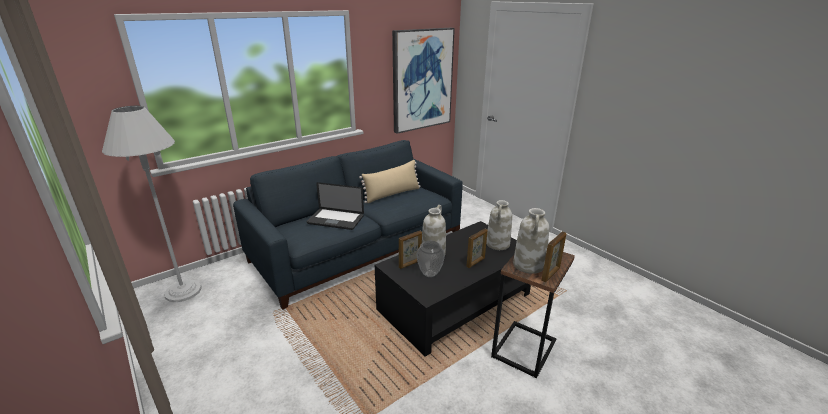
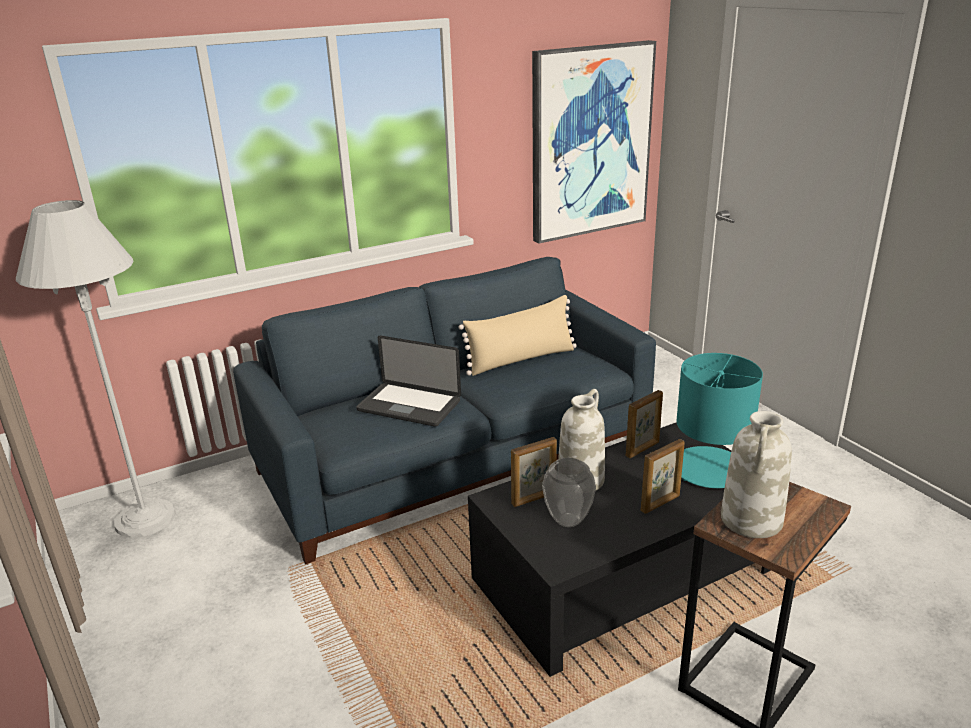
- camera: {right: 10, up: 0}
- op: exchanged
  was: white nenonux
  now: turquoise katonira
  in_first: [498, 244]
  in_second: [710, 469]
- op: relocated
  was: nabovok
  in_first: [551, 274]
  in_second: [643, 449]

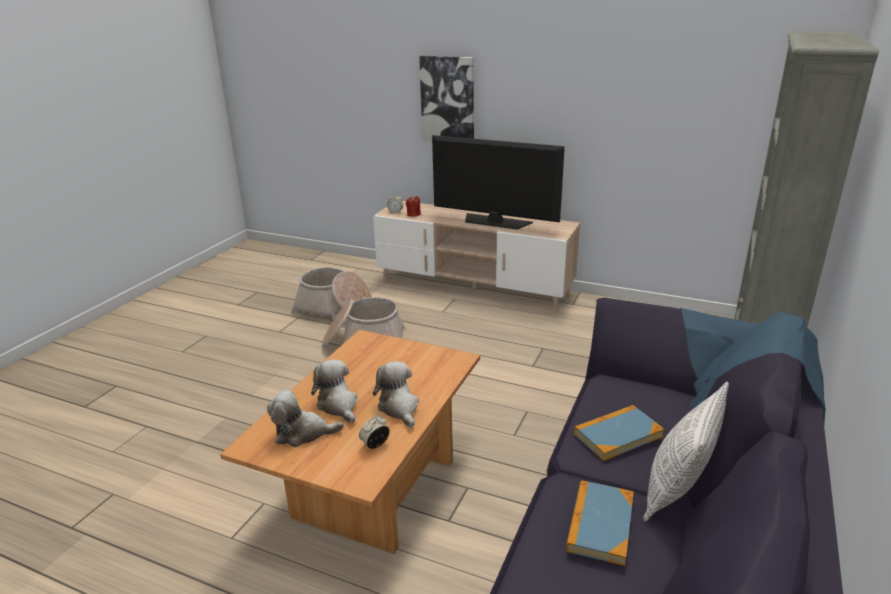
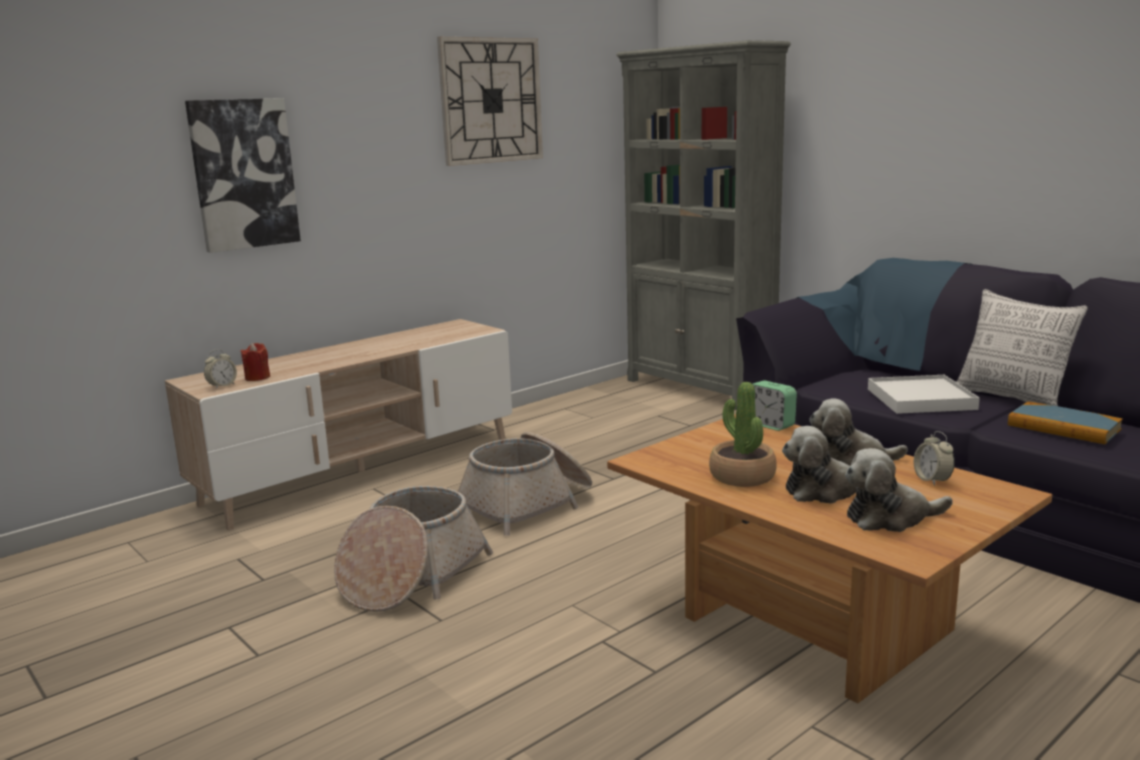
- camera: {right: -65, up: -10}
- op: missing
  was: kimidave
  in_first: [495, 222]
- op: relocated
  was: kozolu
  in_first: [335, 309]
  in_second: [528, 504]
- op: spun
  was: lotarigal
  in_first: [302, 433]
  in_second: [890, 518]
  clockwise: 60
- op: exchanged
  was: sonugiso
  now: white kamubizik
  in_first: [617, 435]
  in_second: [920, 399]
- op: appeared
  now: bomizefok
  in_second: [491, 101]
- op: appeared
  now: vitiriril
  in_second: [770, 425]
- op: appeared
  now: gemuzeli
  in_second: [742, 476]

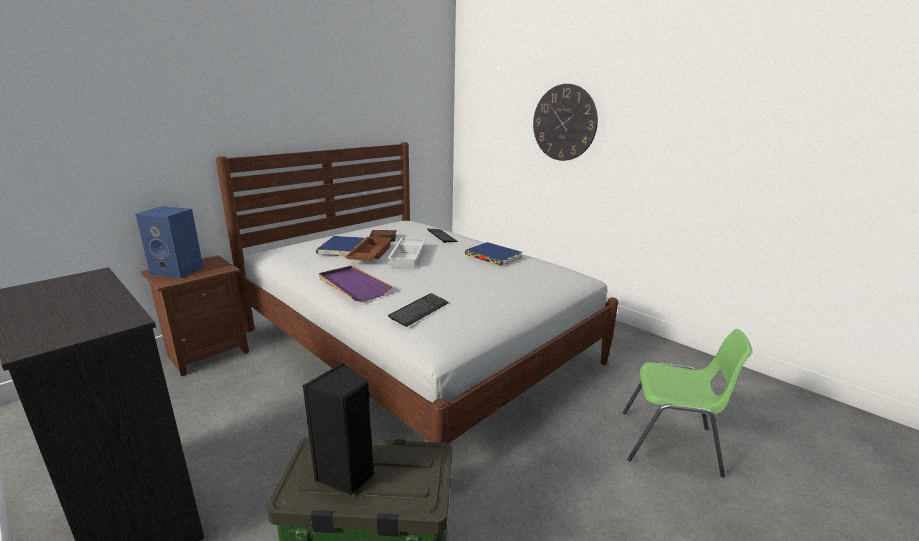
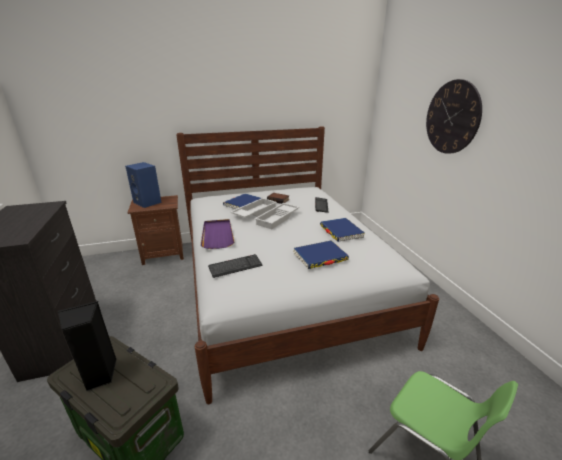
- camera: {right: 30, up: 5}
- op: colour
  was: brown kamubizik
  now: white kamubizik
  in_first: [369, 255]
  in_second: [254, 212]
- op: appeared
  now: blue sonugiso
  in_second: [320, 257]

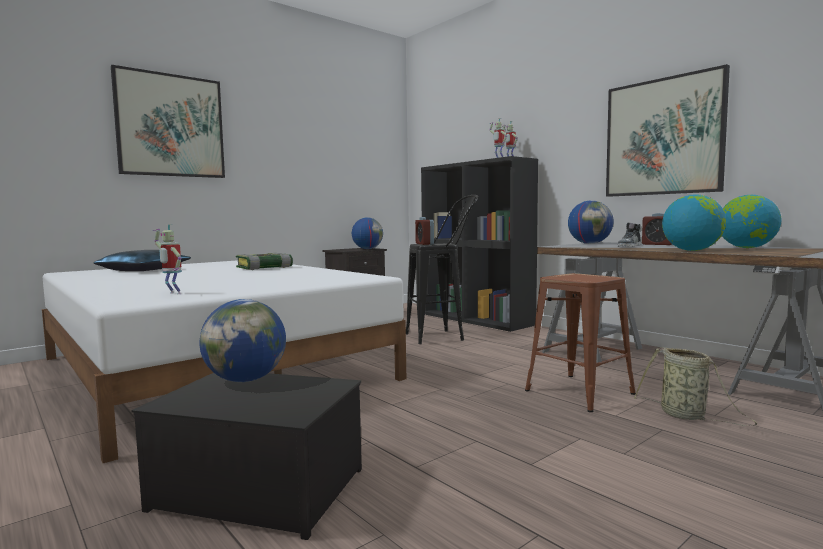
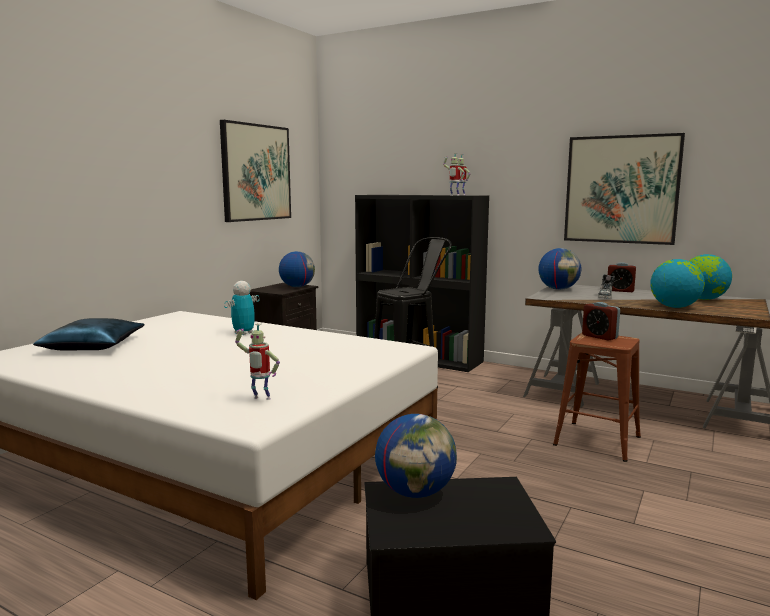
- camera: {right: -20, up: 5}
- op: relocated
  was: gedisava
  in_first: [170, 126]
  in_second: [256, 172]
- op: relocated
  was: vitiriril
  in_first: [424, 244]
  in_second: [599, 337]
- op: exchanged
  was: sonugiso
  now: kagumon
  in_first: [263, 268]
  in_second: [243, 333]
- op: missing
  was: kozolu
  in_first: [686, 416]

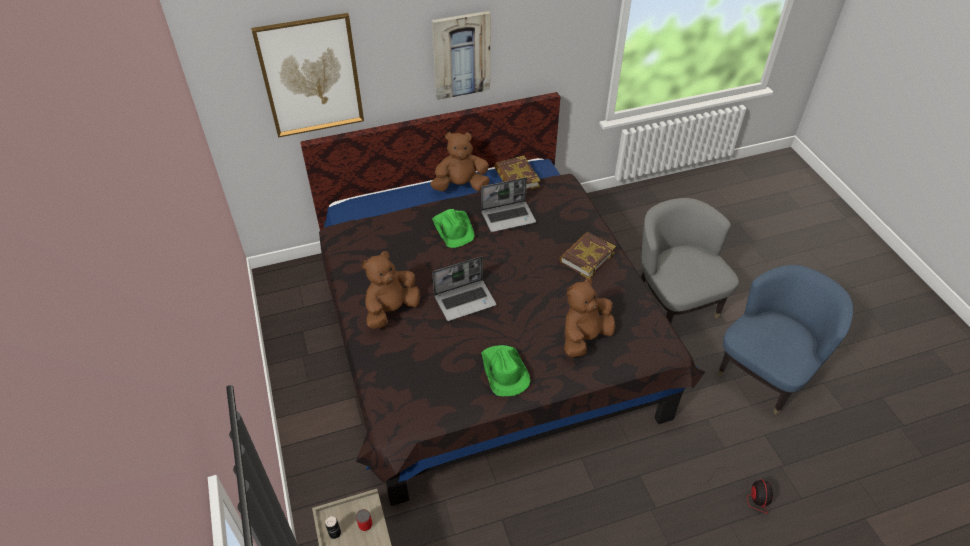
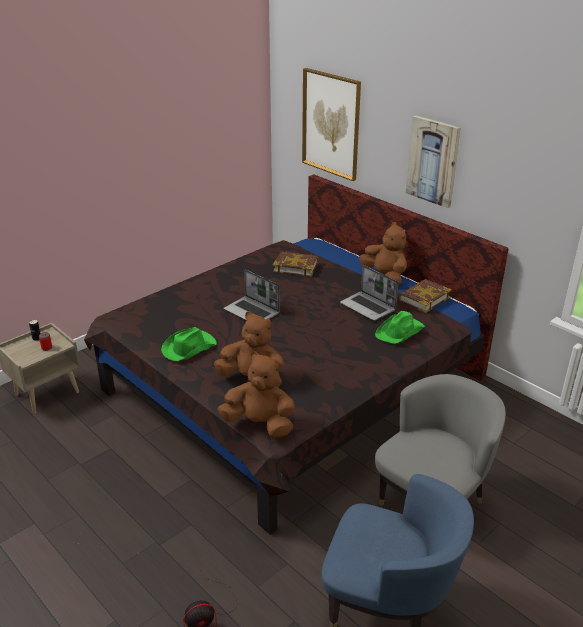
- camera: {right: 65, up: -15}
- op: relocated
  was: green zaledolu
  in_first: [453, 229]
  in_second: [400, 331]
- op: relocated
  was: sonugiso
  in_first: [586, 257]
  in_second: [296, 267]
- op: relocated
  was: brown lotarigal
  in_first: [391, 310]
  in_second: [260, 424]

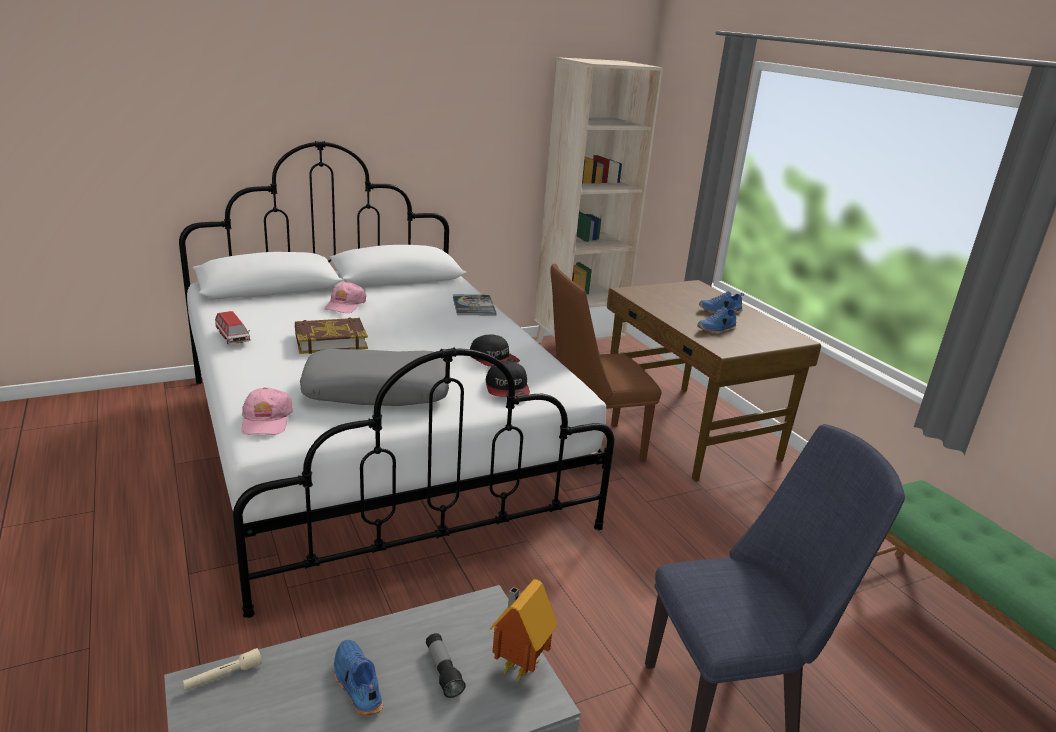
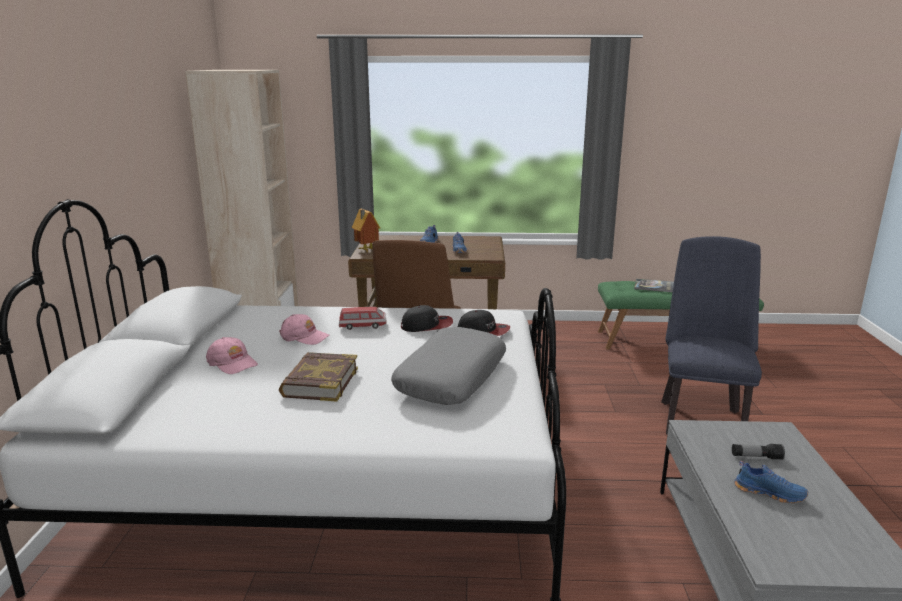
- camera: {right: -60, up: -5}
- op: relocated
  was: sonugiso
  in_first: [473, 306]
  in_second: [655, 286]
- op: relocated
  was: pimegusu
  in_first: [232, 337]
  in_second: [363, 326]
- op: relocated
  was: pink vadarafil
  in_first: [266, 420]
  in_second: [304, 336]
- op: relocated
  was: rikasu
  in_first: [517, 666]
  in_second: [366, 250]
- op: spun
  was: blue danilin
  in_first: [356, 685]
  in_second: [769, 492]
  clockwise: -150
- op: missing
  was: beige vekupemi
  in_first: [223, 676]

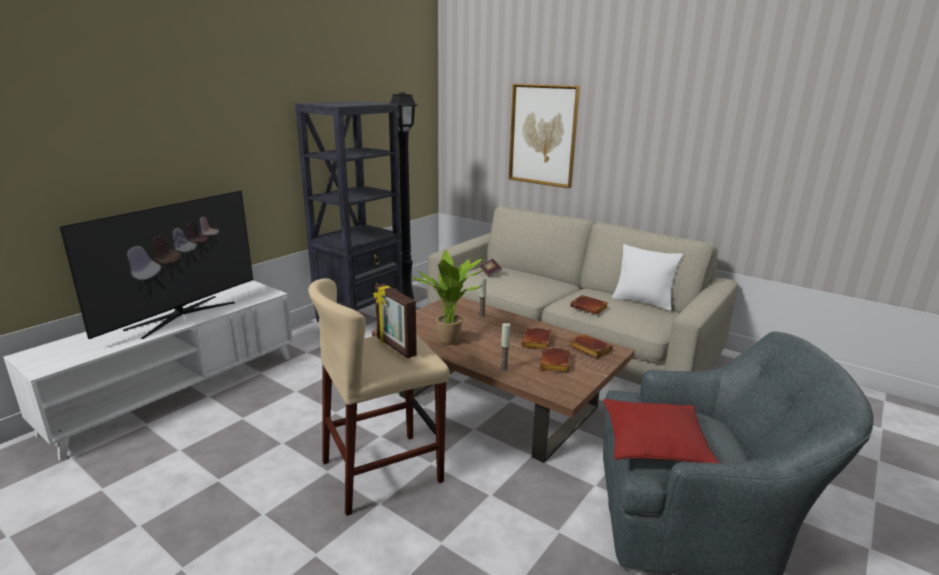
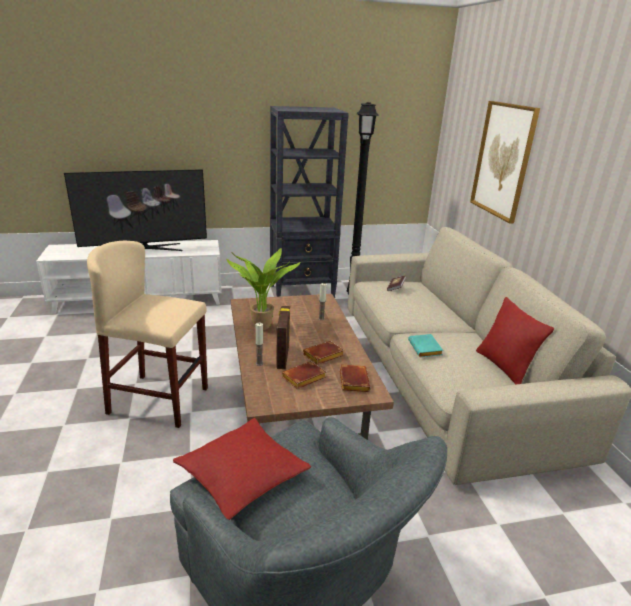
- camera: {right: 40, up: 5}
- op: colour
  was: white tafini
  now: red tafini
  in_first: [642, 302]
  in_second: [504, 367]
- op: relocated
  was: nabovok
  in_first: [395, 347]
  in_second: [282, 357]
- op: colour
  was: brown sonugiso
  now: turquoise sonugiso
  in_first: [590, 308]
  in_second: [426, 349]

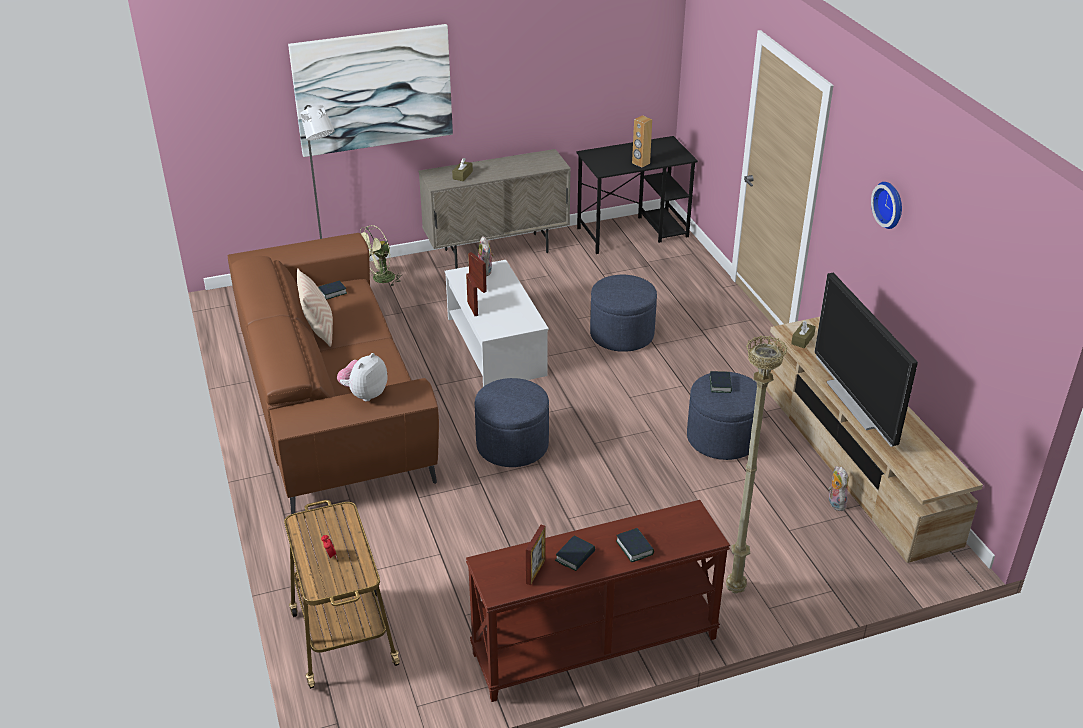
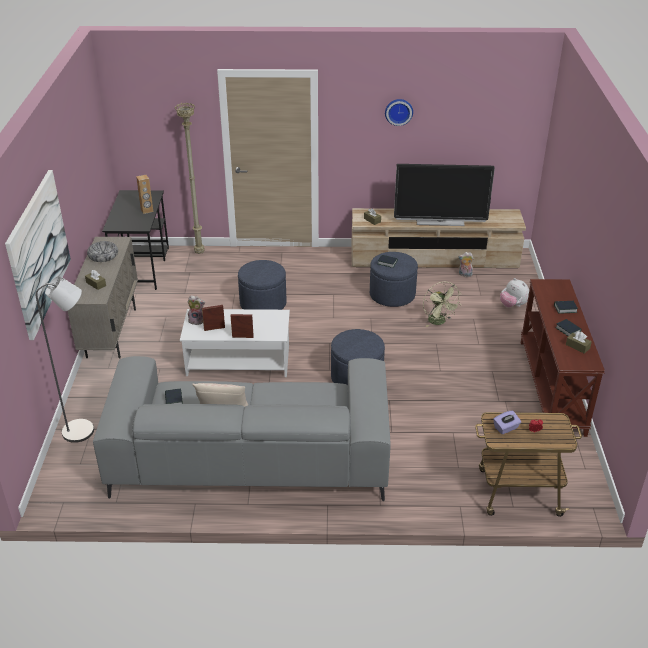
- camera: {right: -70, up: 0}
- op: relocated
  was: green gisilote
  in_first: [380, 280]
  in_second: [439, 322]
- op: colour
  was: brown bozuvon
  now: grey bozuvon
  in_first: [331, 398]
  in_second: [250, 457]
- op: relocated
  was: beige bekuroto
  in_first: [734, 590]
  in_second: [199, 253]
- op: relocated
  was: lotarigal
  in_first: [364, 394]
  in_second: [513, 305]
- op: exchanged
  was: nabovok
  now: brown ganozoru
  in_first: [535, 571]
  in_second: [577, 346]
- op: appeared
  now: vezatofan
  in_second: [103, 255]
- op: appeared
  now: purple ganozoru
  in_second: [506, 428]

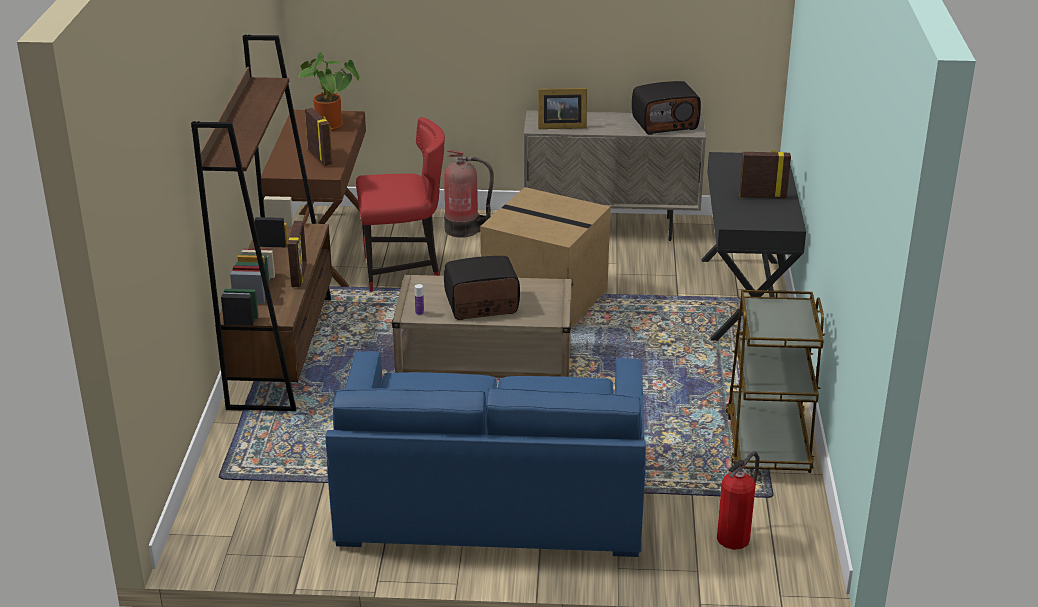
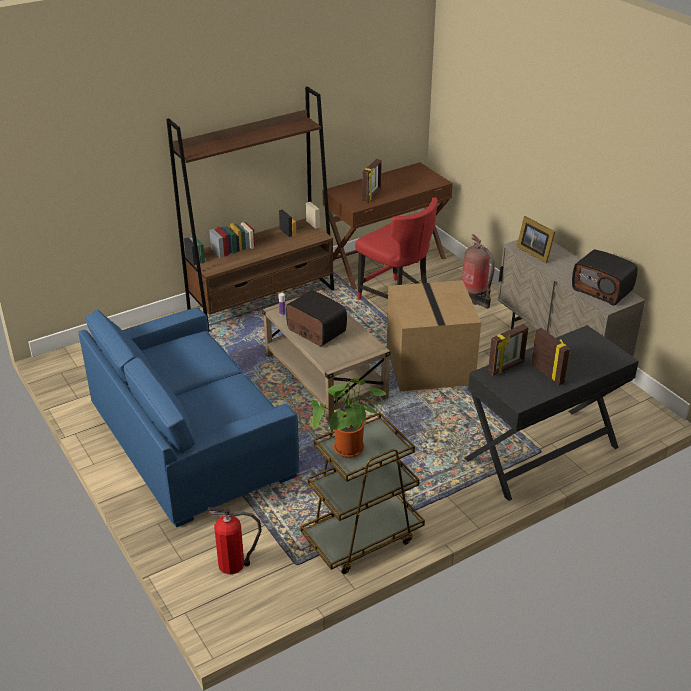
- camera: {right: 55, up: 5}
- op: relocated
  was: gemuzeli
  in_first: [332, 127]
  in_second: [349, 451]
- op: relocated
  was: nabovok
  in_first: [300, 275]
  in_second: [506, 367]

